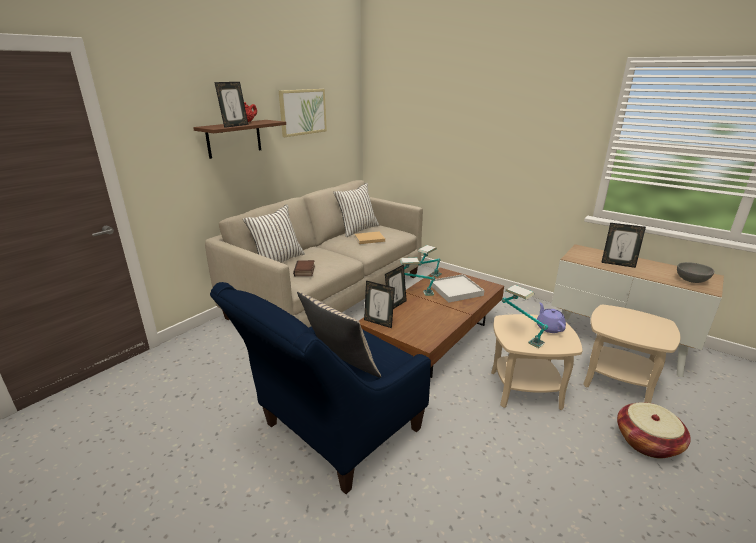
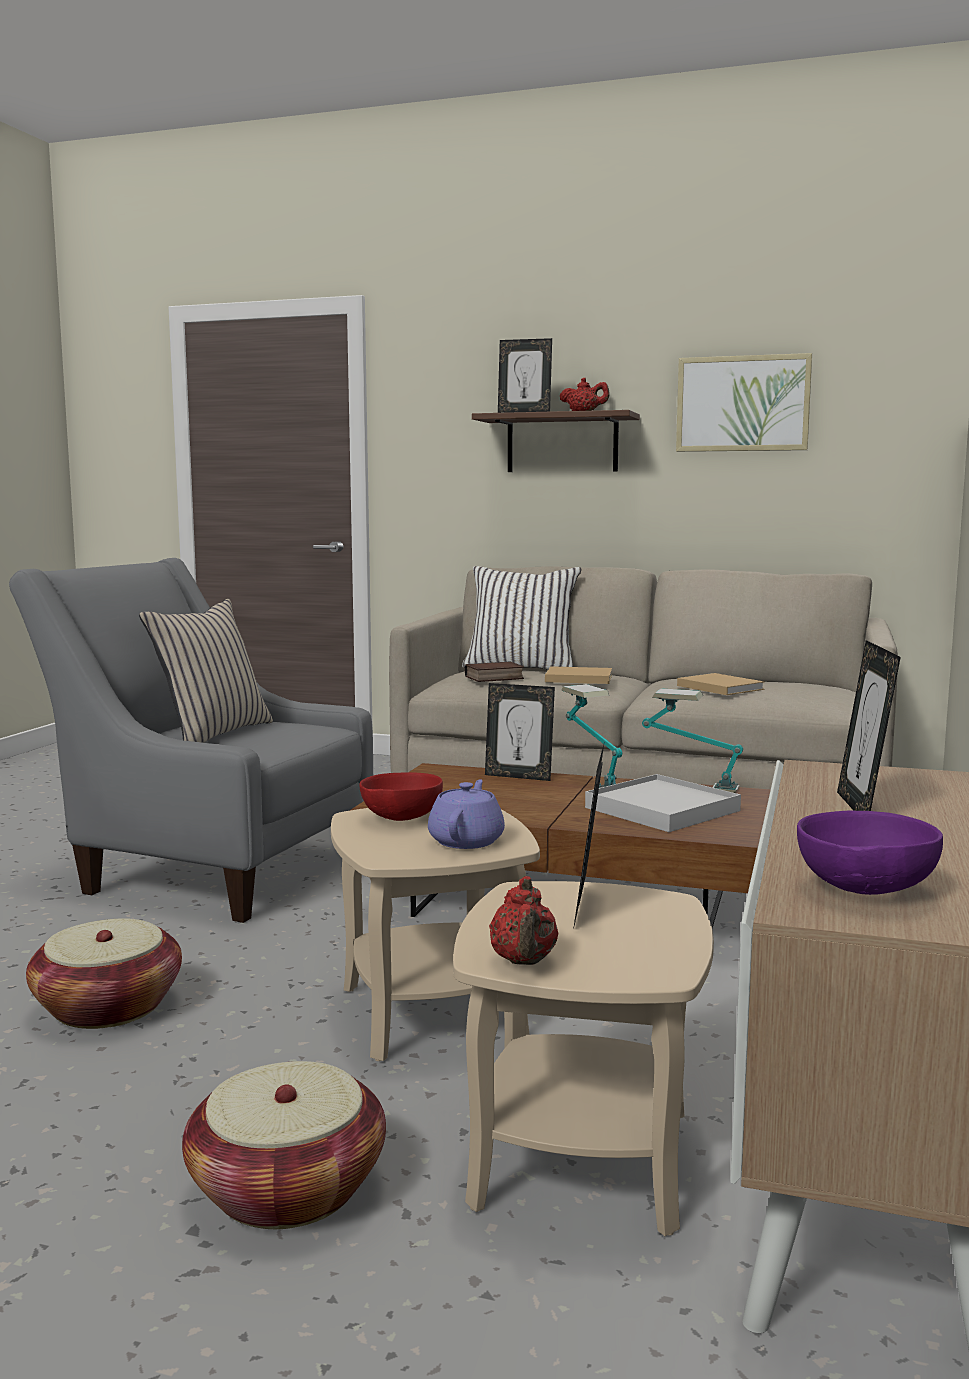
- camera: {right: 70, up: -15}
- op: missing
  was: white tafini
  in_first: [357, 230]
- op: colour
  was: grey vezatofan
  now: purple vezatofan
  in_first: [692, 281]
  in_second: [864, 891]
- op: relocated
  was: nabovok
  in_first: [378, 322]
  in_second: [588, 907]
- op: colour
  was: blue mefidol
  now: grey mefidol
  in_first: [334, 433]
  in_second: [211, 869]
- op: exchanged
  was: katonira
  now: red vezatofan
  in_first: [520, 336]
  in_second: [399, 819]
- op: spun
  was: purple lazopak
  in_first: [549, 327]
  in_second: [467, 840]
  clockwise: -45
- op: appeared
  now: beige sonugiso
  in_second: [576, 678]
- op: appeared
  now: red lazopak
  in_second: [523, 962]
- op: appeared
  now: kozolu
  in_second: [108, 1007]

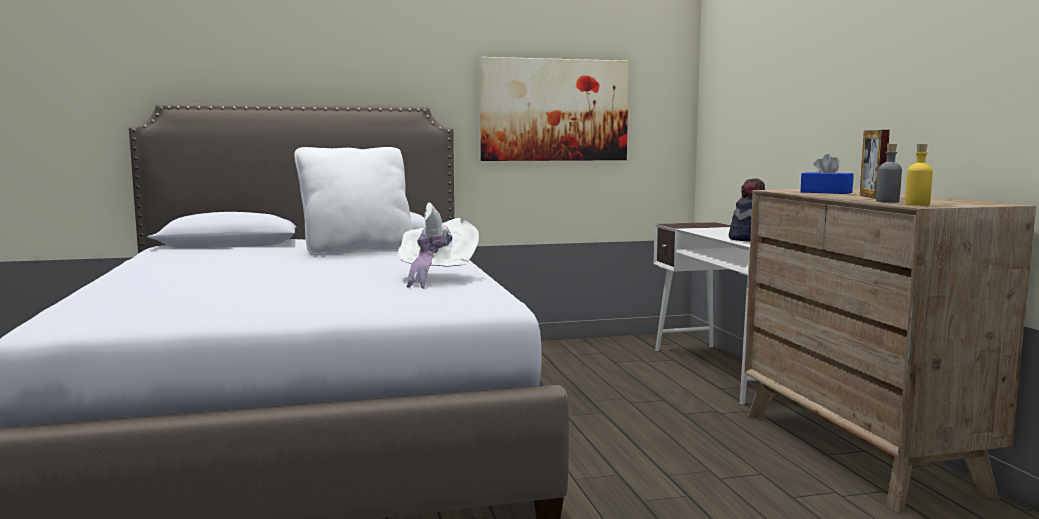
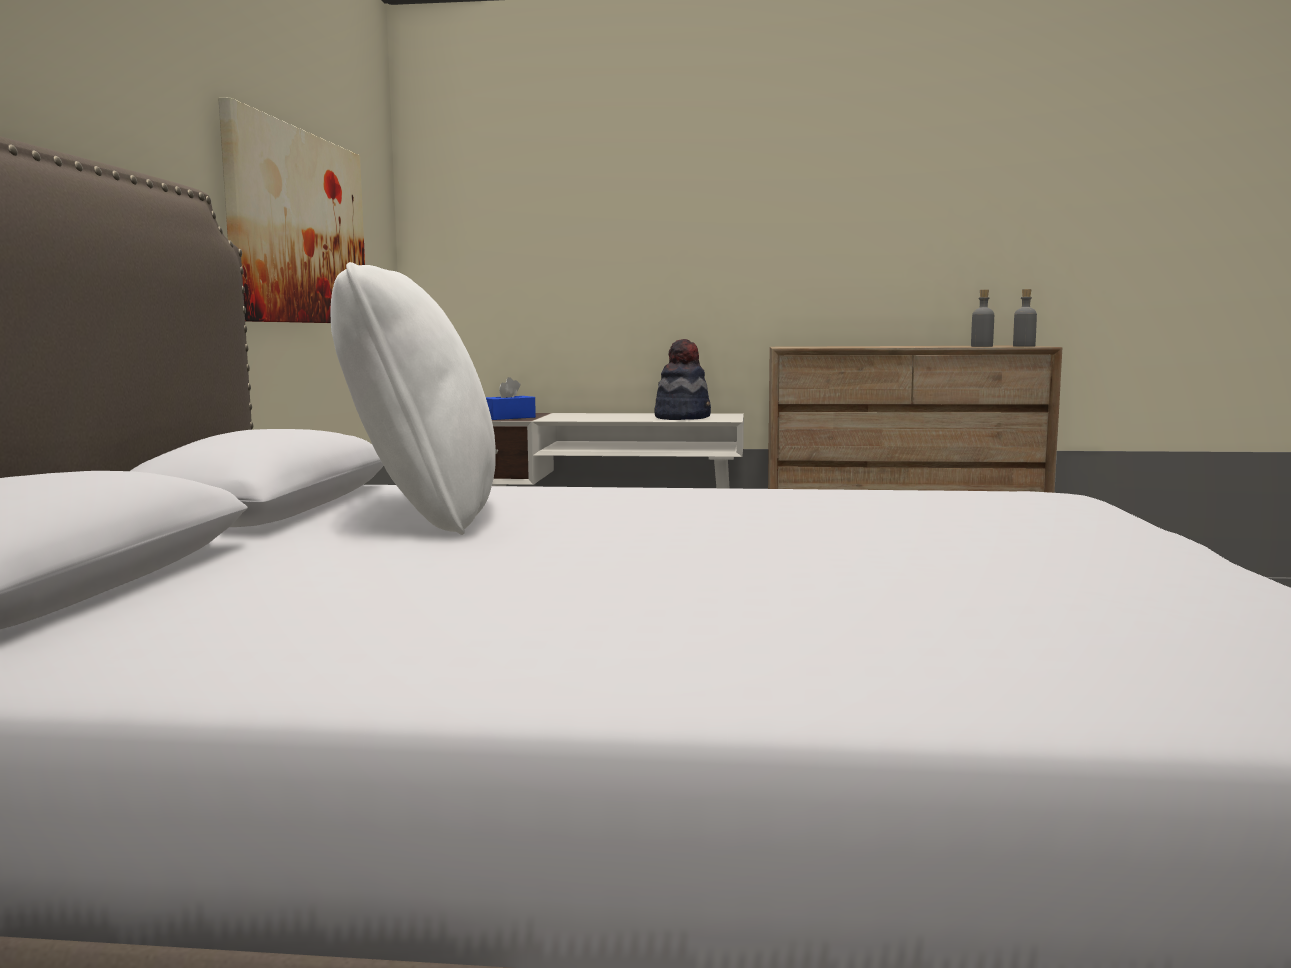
- camera: {right: -70, up: 0}
- op: missing
  was: nabovok
  in_first: [871, 197]
- op: colour
  was: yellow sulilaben
  now: grey sulilaben
  in_first: [917, 204]
  in_second: [1024, 346]
- op: relocated
  was: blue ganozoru
  in_first: [826, 192]
  in_second: [509, 418]
- op: missing
  was: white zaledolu
  in_first: [435, 278]

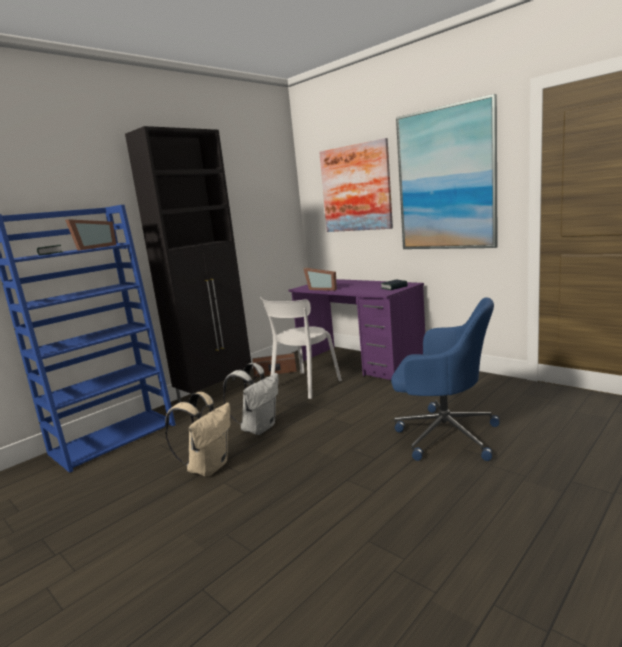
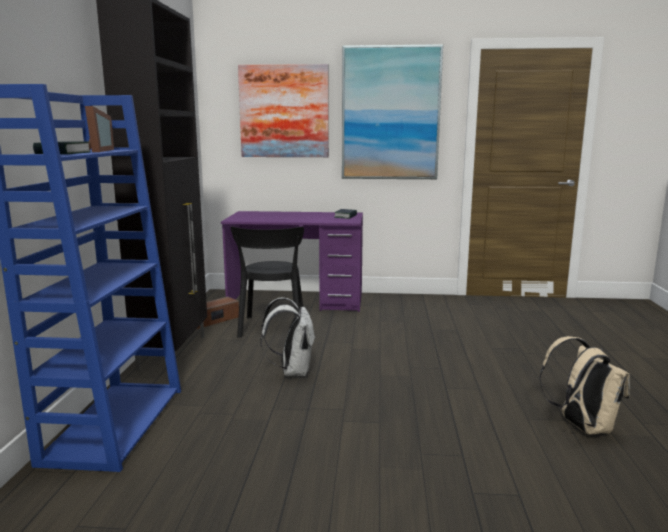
- camera: {right: -40, up: 0}
- op: missing
  was: nabovok
  in_first: [323, 289]
- op: colour
  was: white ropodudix
  now: black ropodudix
  in_first: [303, 386]
  in_second: [272, 328]
- op: missing
  was: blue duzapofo
  in_first: [443, 434]
- op: relocated
  was: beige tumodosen
  in_first: [208, 467]
  in_second: [581, 426]

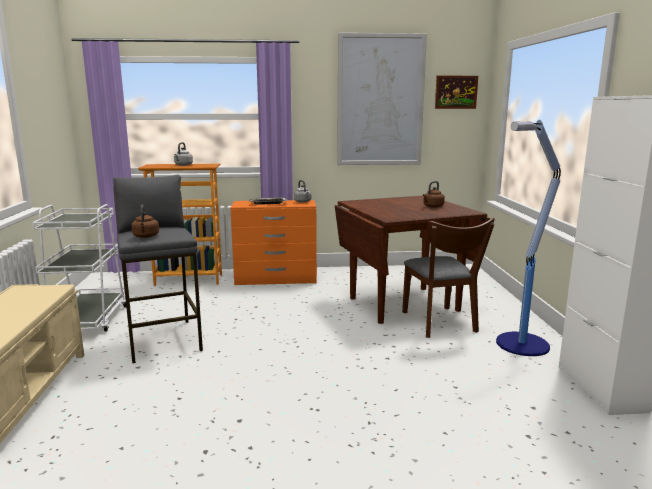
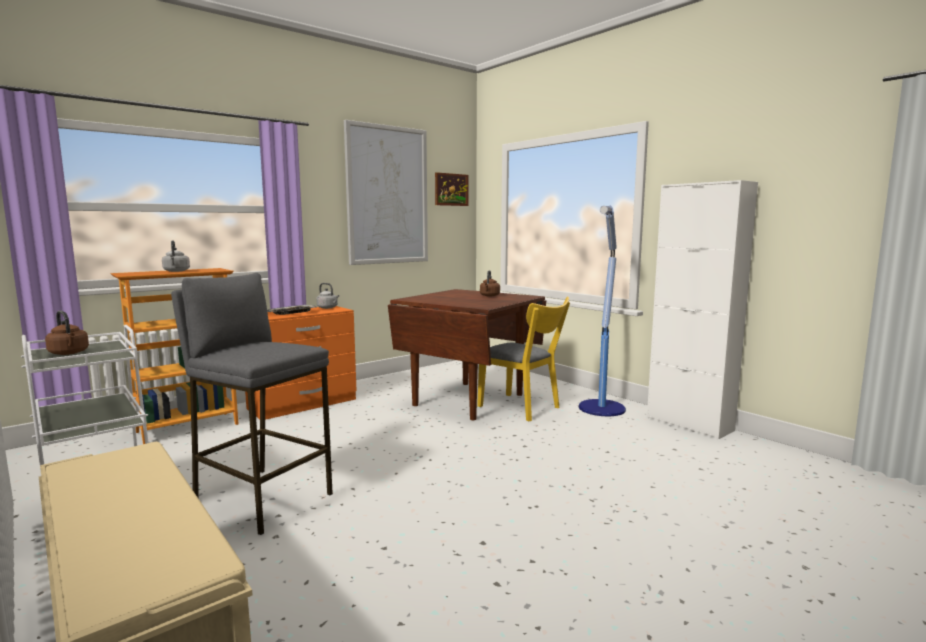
- camera: {right: -35, up: -5}
- op: relocated
  was: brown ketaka
  in_first: [146, 236]
  in_second: [69, 353]
- op: colour
  was: brown ropodudix
  now: yellow ropodudix
  in_first: [441, 324]
  in_second: [523, 408]

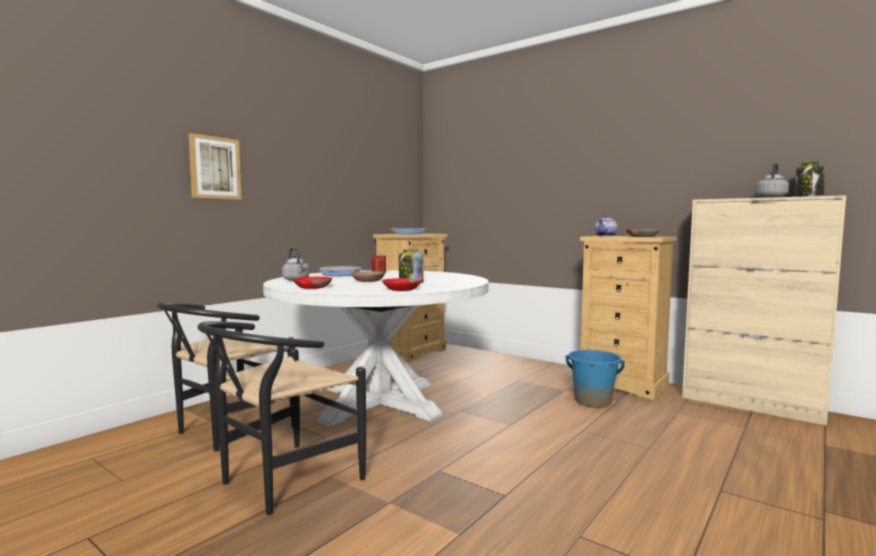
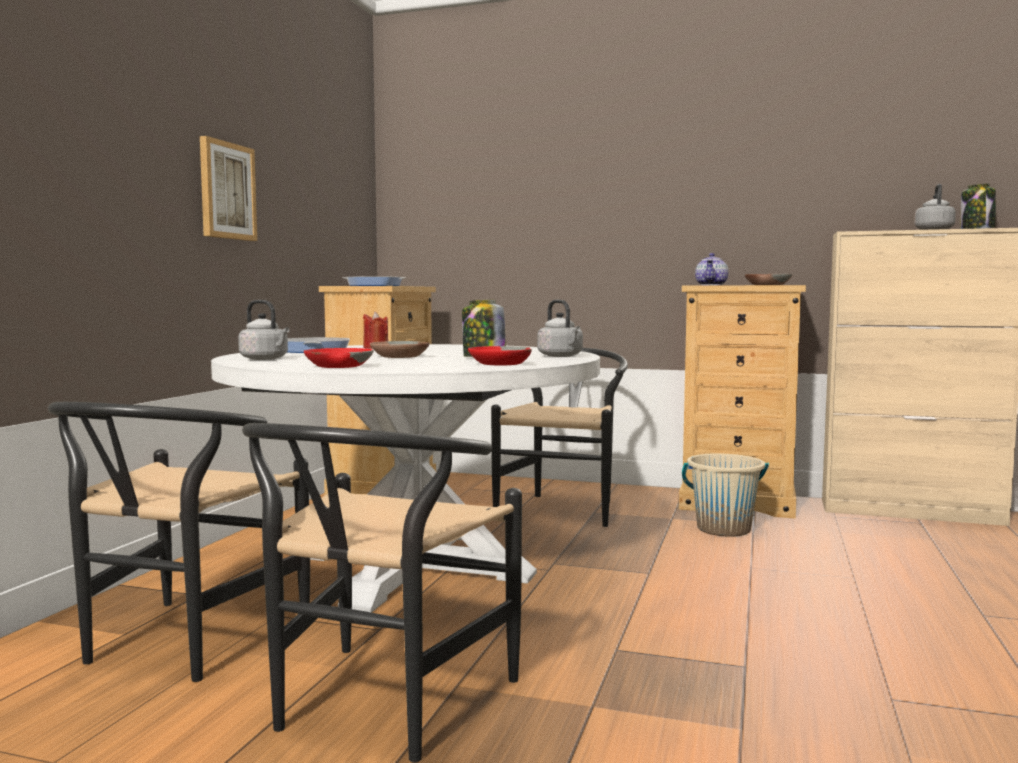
- camera: {right: -20, up: 0}
- op: relocated
  was: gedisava
  in_first: [214, 168]
  in_second: [226, 191]
- op: colour
  was: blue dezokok
  now: beige dezokok
  in_first: [593, 401]
  in_second: [723, 529]
- op: appeared
  now: grey ketaka
  in_second: [561, 356]
- op: appeared
  now: black ropodudix
  in_second: [563, 507]

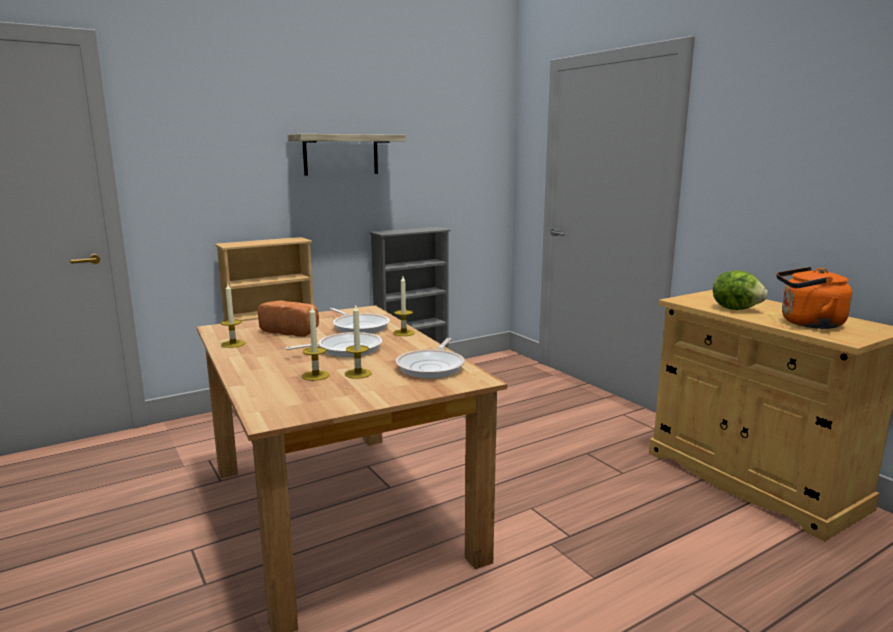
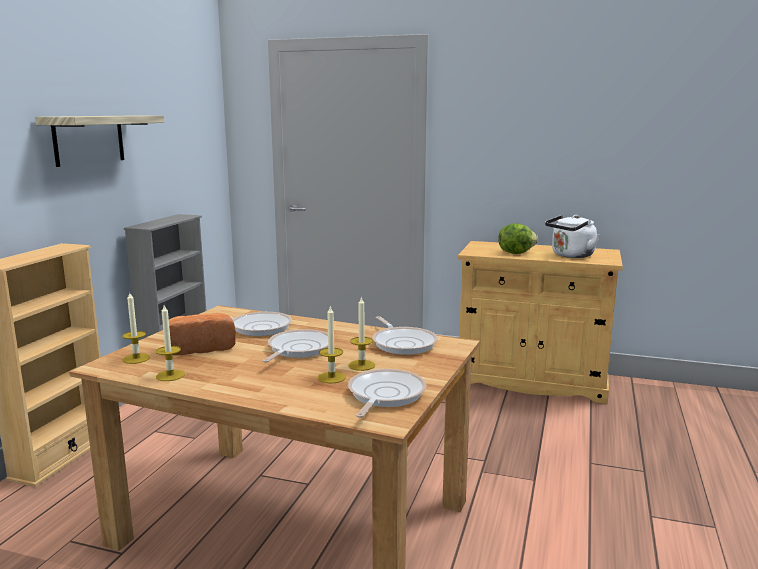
- camera: {right: -40, up: 0}
- op: colour
  was: orange ketaka
  now: white ketaka
  in_first: [807, 324]
  in_second: [571, 255]
- op: relocated
  was: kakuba
  in_first: [404, 333]
  in_second: [136, 358]
- op: appeared
  now: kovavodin
  in_second: [384, 395]

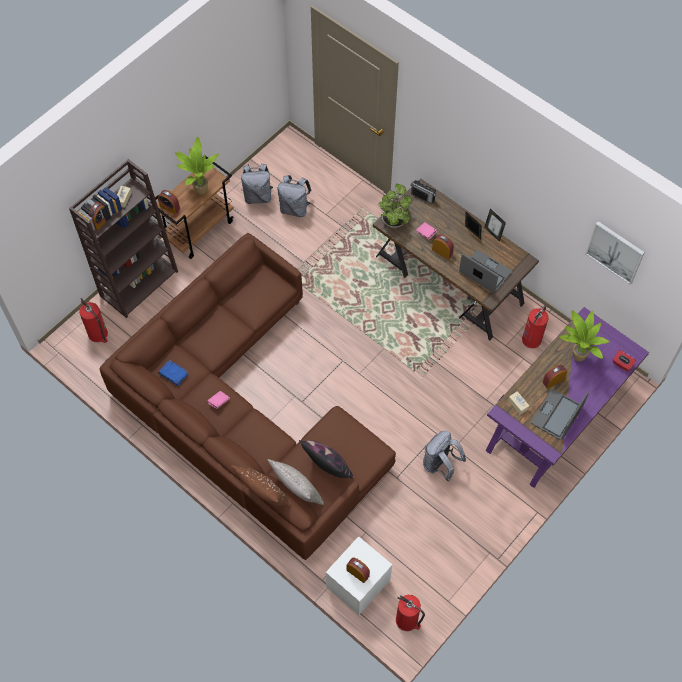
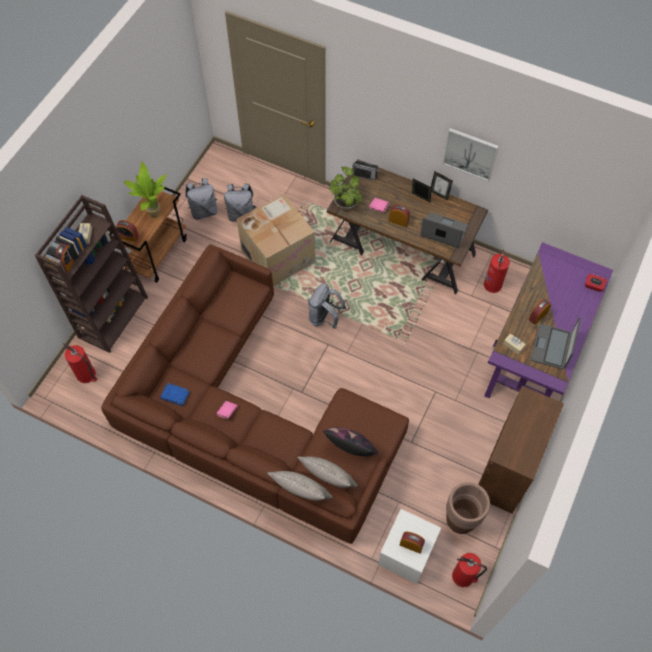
- camera: {right: -15, up: 0}
- op: relocated
  was: gedisava
  in_first: [615, 252]
  in_second: [470, 154]
- op: missing
  was: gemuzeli
  in_first: [576, 357]
- op: relocated
  was: grey tumodosen
  in_first: [440, 465]
  in_second: [324, 318]
- op: colour
  was: brown tafini
  now: grey tafini
  in_first: [263, 495]
  in_second: [301, 493]
- op: appeared
  now: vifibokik
  in_second: [278, 255]
- op: appeared
  now: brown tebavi
  in_second: [507, 469]
- op: appeared
  now: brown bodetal
  in_second: [460, 520]

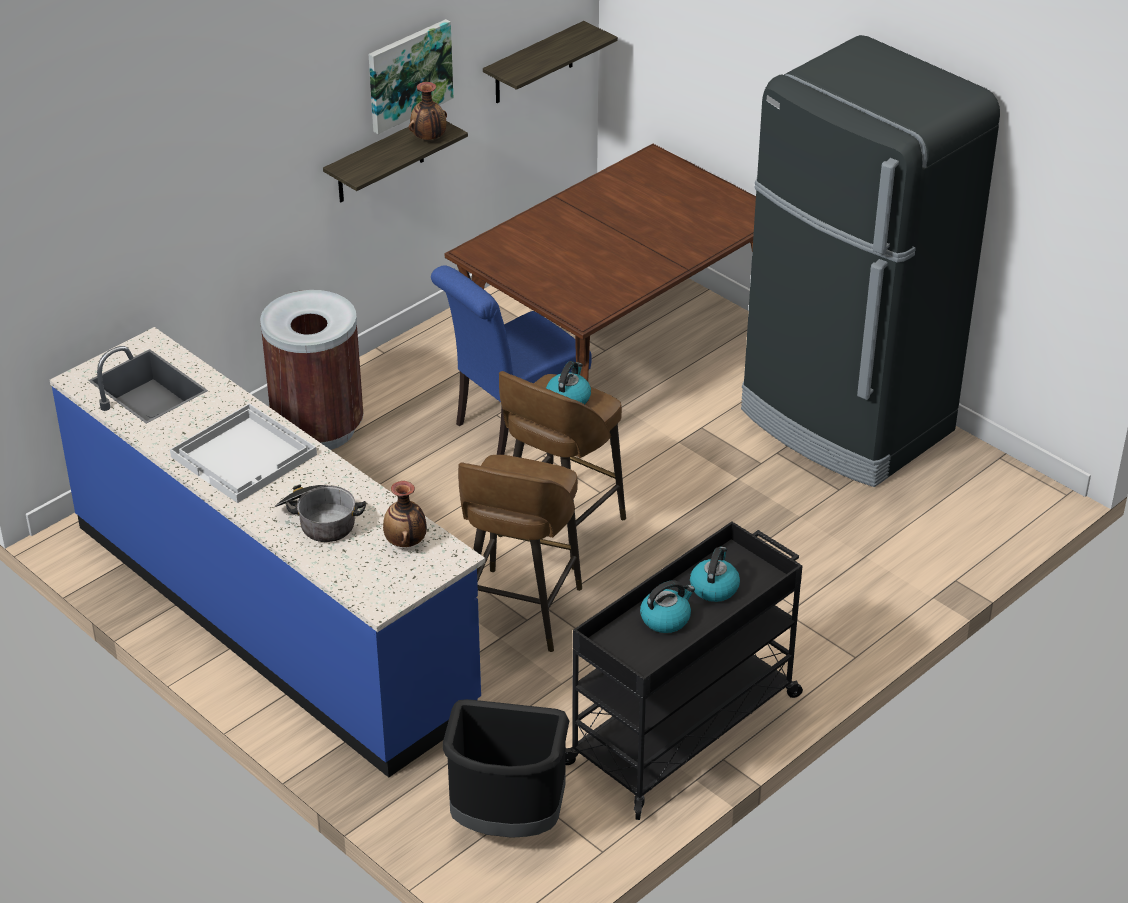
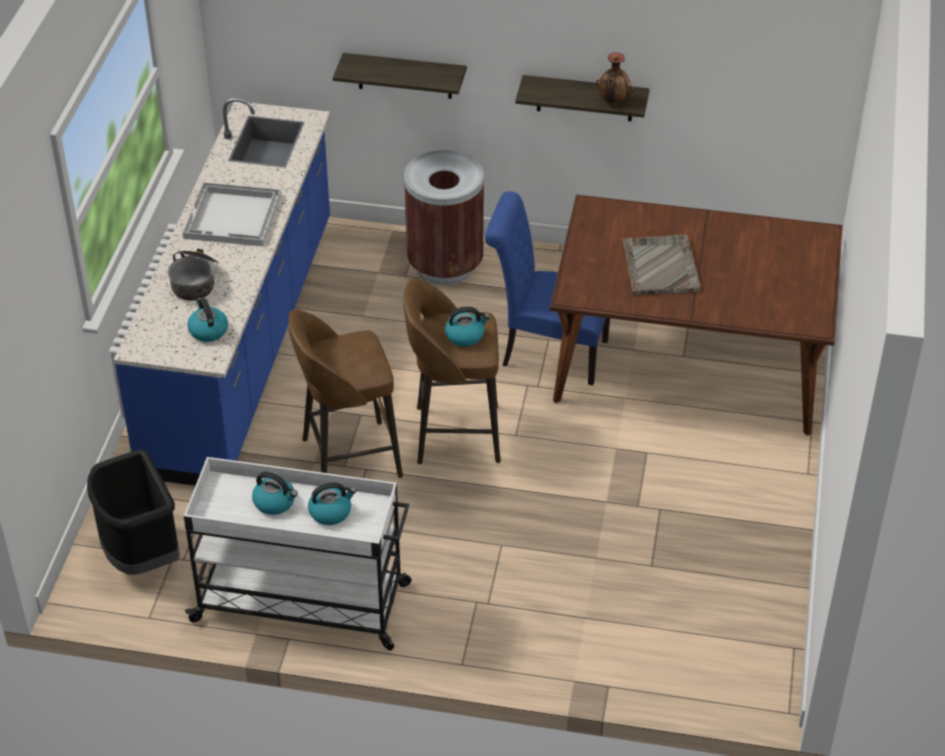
- camera: {right: 55, up: 5}
- op: missing
  was: gedisava
  in_first: [409, 75]
- op: relocated
  was: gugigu
  in_first: [534, 64]
  in_second: [404, 76]
- op: missing
  was: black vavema
  in_first: [845, 423]
- op: exchanged
  was: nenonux
  now: ketaka
  in_first: [406, 542]
  in_second: [208, 330]
- op: colour
  was: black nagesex
  now: white nagesex
  in_first: [685, 728]
  in_second: [304, 603]
- op: appeared
  now: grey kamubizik
  in_second: [660, 266]

